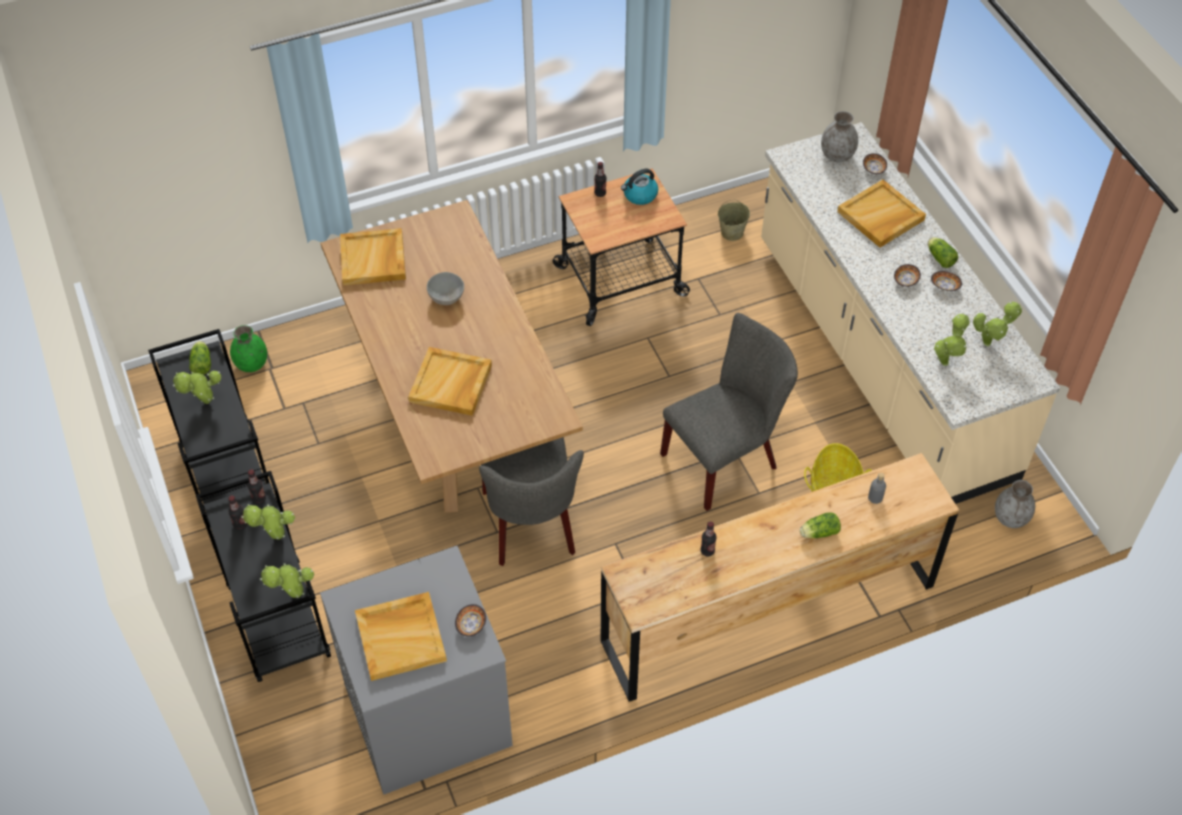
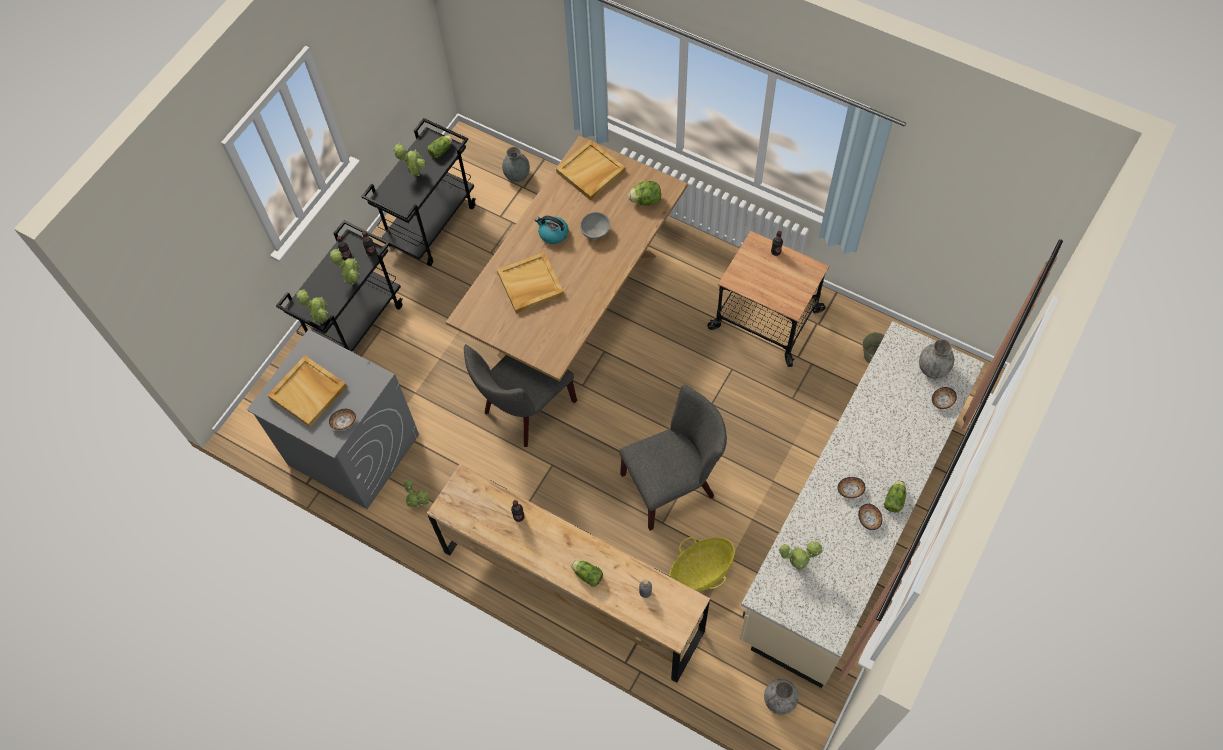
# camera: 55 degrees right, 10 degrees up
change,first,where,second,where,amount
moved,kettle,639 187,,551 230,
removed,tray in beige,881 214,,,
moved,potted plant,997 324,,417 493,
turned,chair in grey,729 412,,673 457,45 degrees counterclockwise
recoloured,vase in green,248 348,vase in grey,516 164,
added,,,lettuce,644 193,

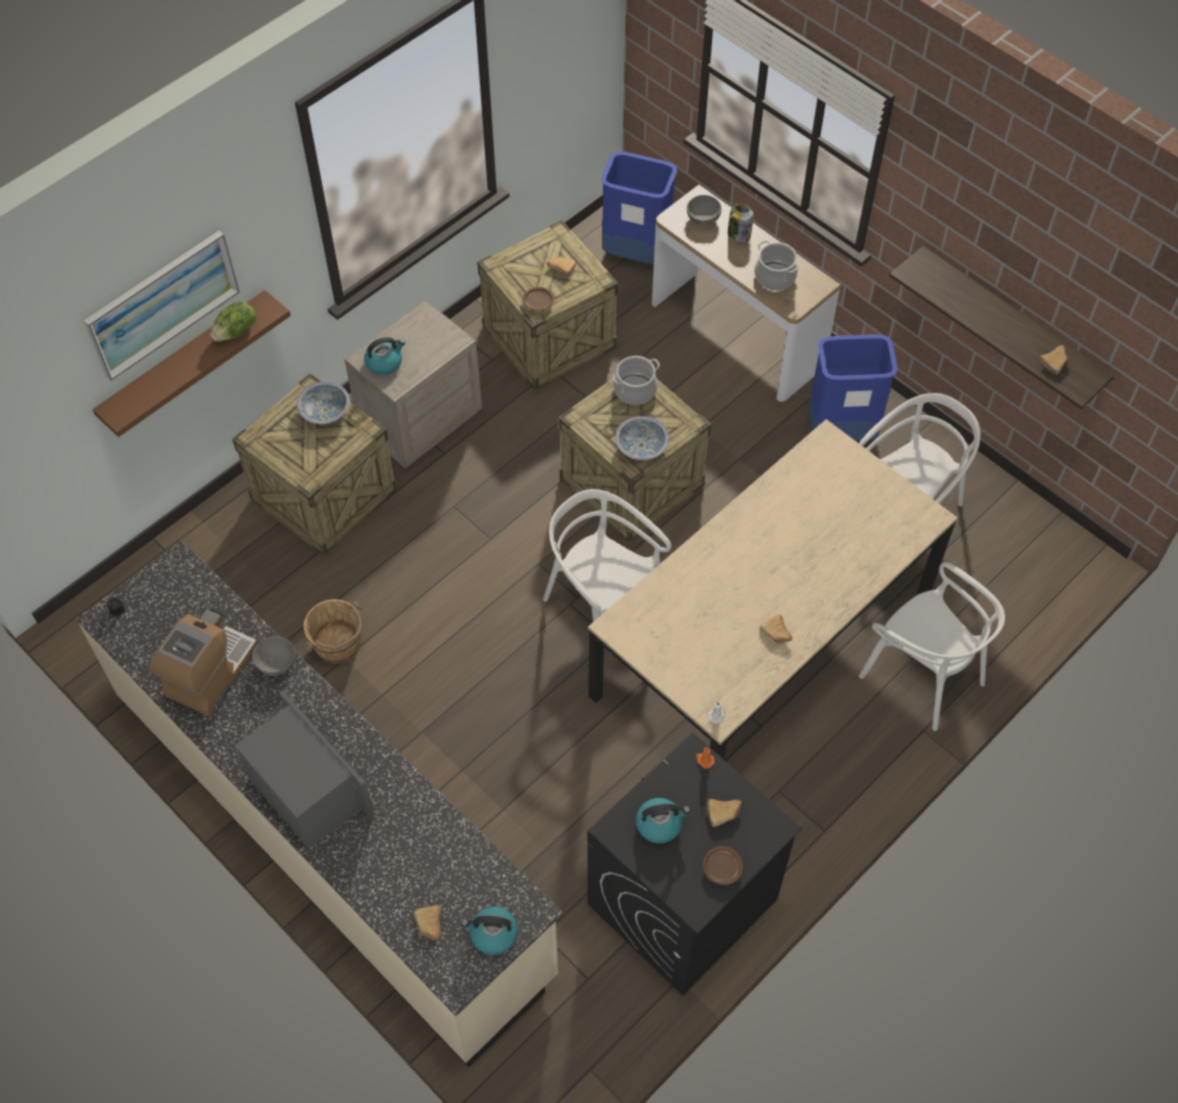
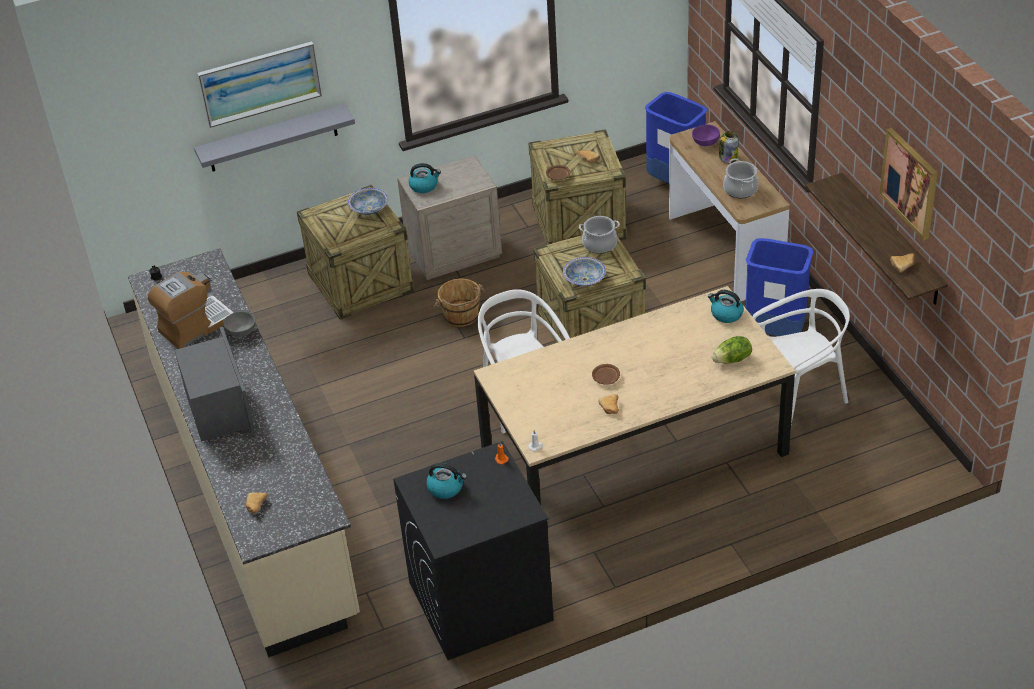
# camera: 25 degrees right, 15 degrees down
change,first,where,second,where,amount
recoloured,bowl in grey,704 210,bowl in purple,706 135,
recoloured,shelf in brown,191 363,shelf in grey,274 138,
moved,lettuce,233 321,,732 350,
removed,chair in white,932 646,,,
moved,bucket in brown,332 631,,459 302,
removed,bread,724 813,,,
moved,plate in brown,723 865,,606 374,
moved,kettle,490 931,,726 306,
added,,,picture,908 184,

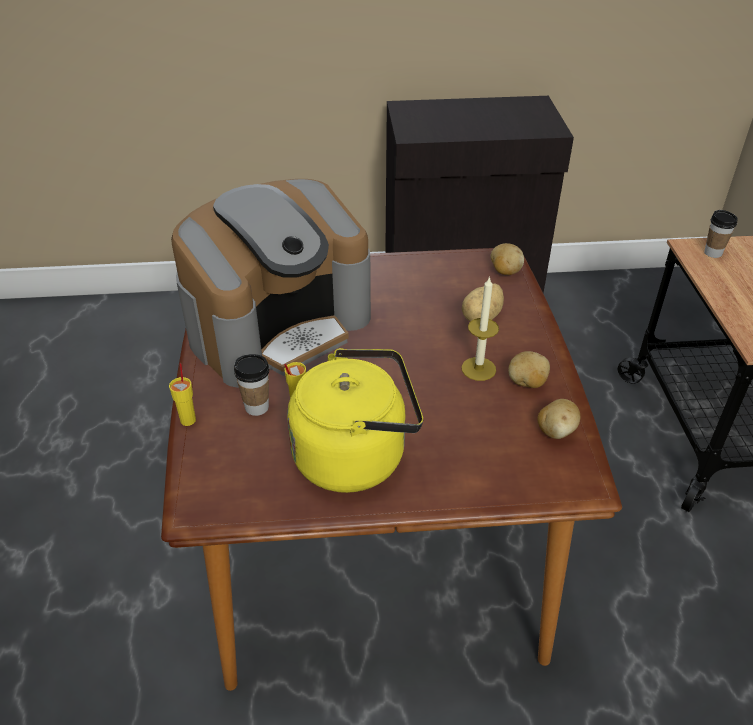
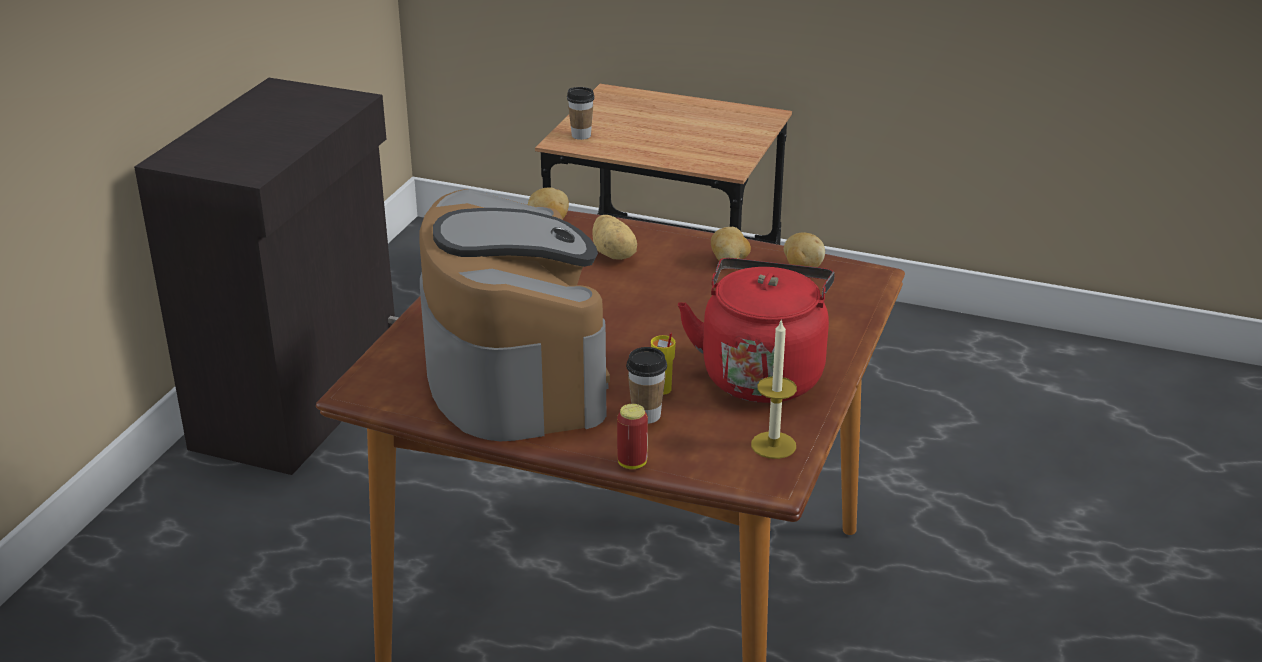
# camera: 65 degrees left, 10 degrees down
change,first,where,second,where,amount
moved,candle,480 328,,774 389,
recoloured,kettle in yellow,355 420,kettle in red,756 330,
replaced,cup in yellow,182 394,can,632 436,

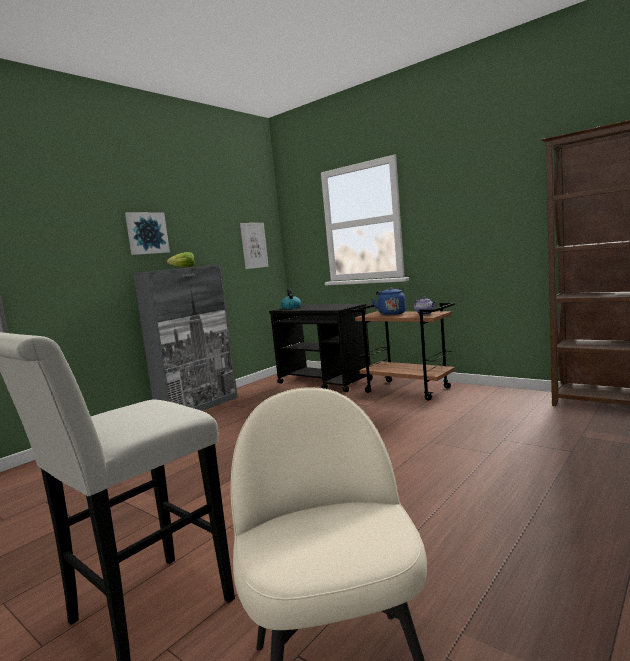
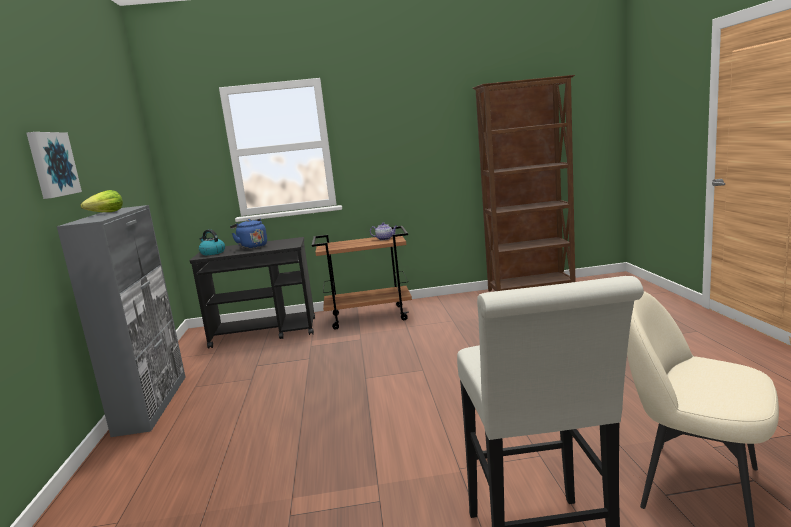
# camera: 45 degrees left, 5 degrees up
change,first,where,second,where,amount
removed,picture,254 246,,,
moved,kettle in blue,388 301,,248 234,

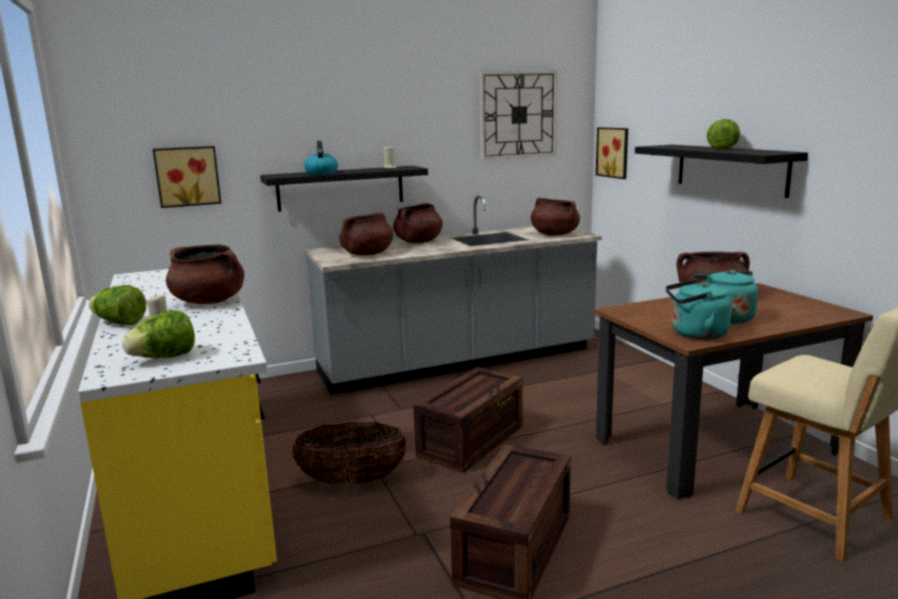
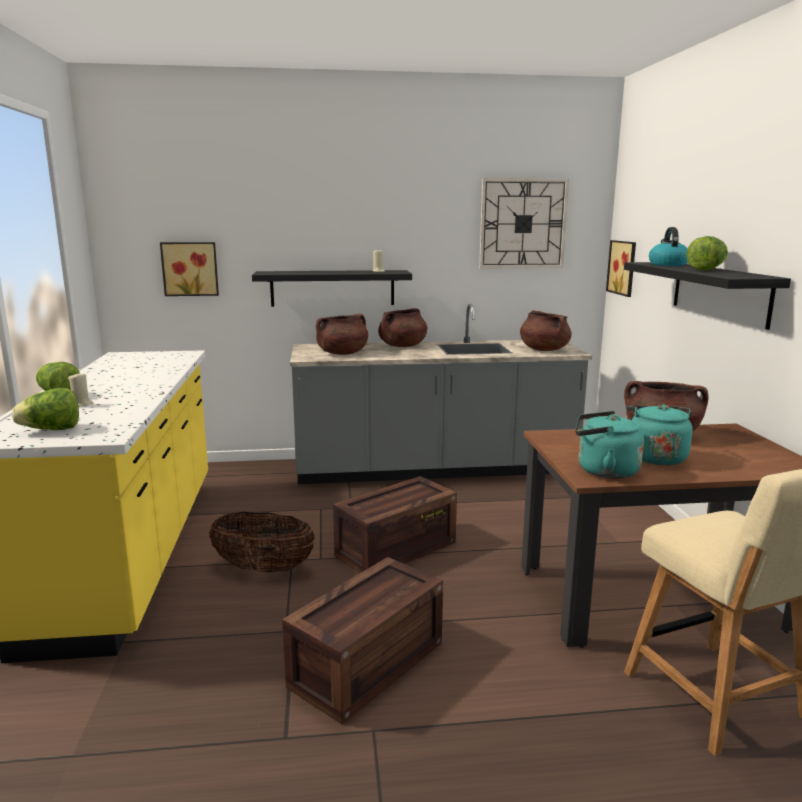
# camera: 15 degrees right, 0 degrees up
change,first,where,second,where,amount
moved,kettle,321 157,,668 246,
removed,cooking pot in brown,205 274,,,

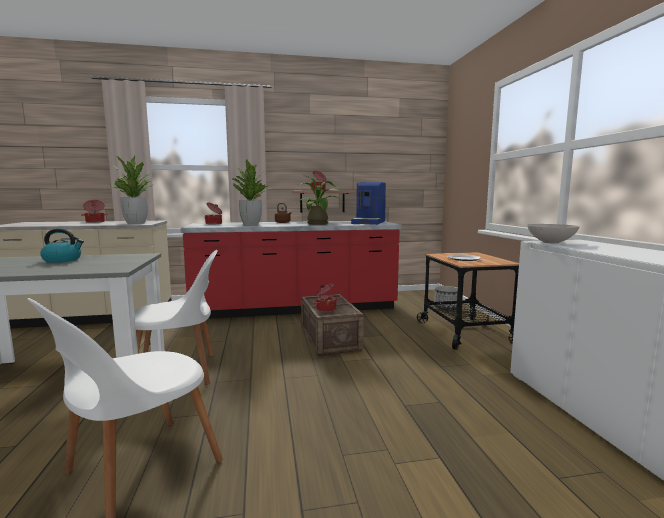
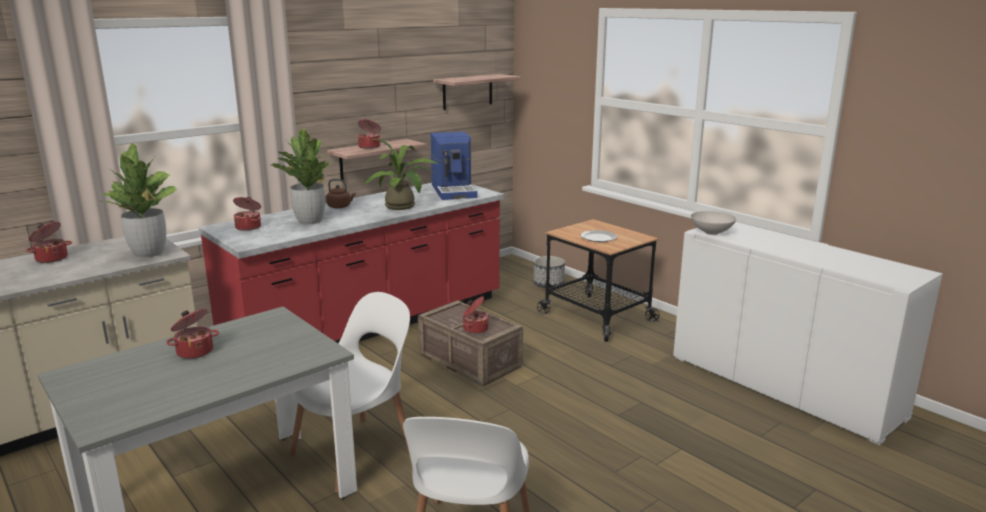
# camera: 30 degrees left, 10 degrees up
change,first,where,second,where,amount
replaced,kettle,62 246,cooking pot,192 334,
added,,,shelf,477 92,

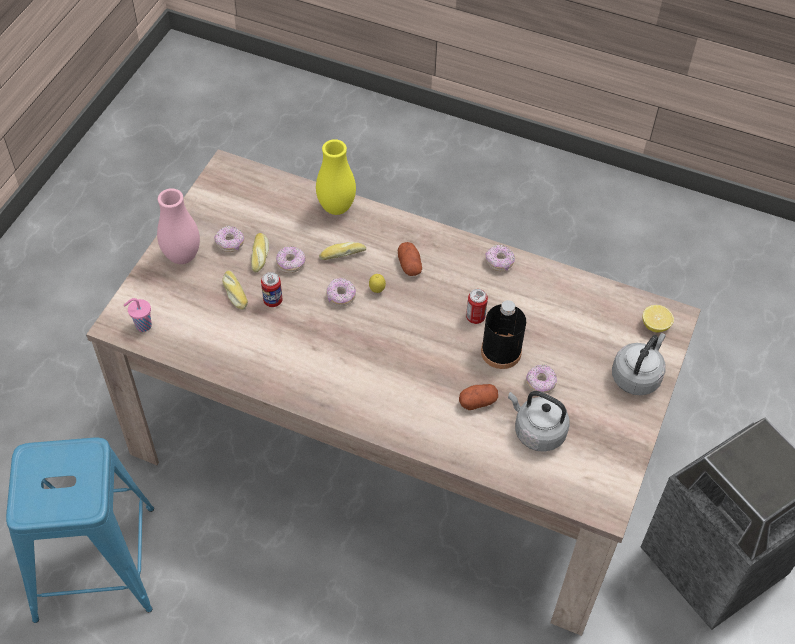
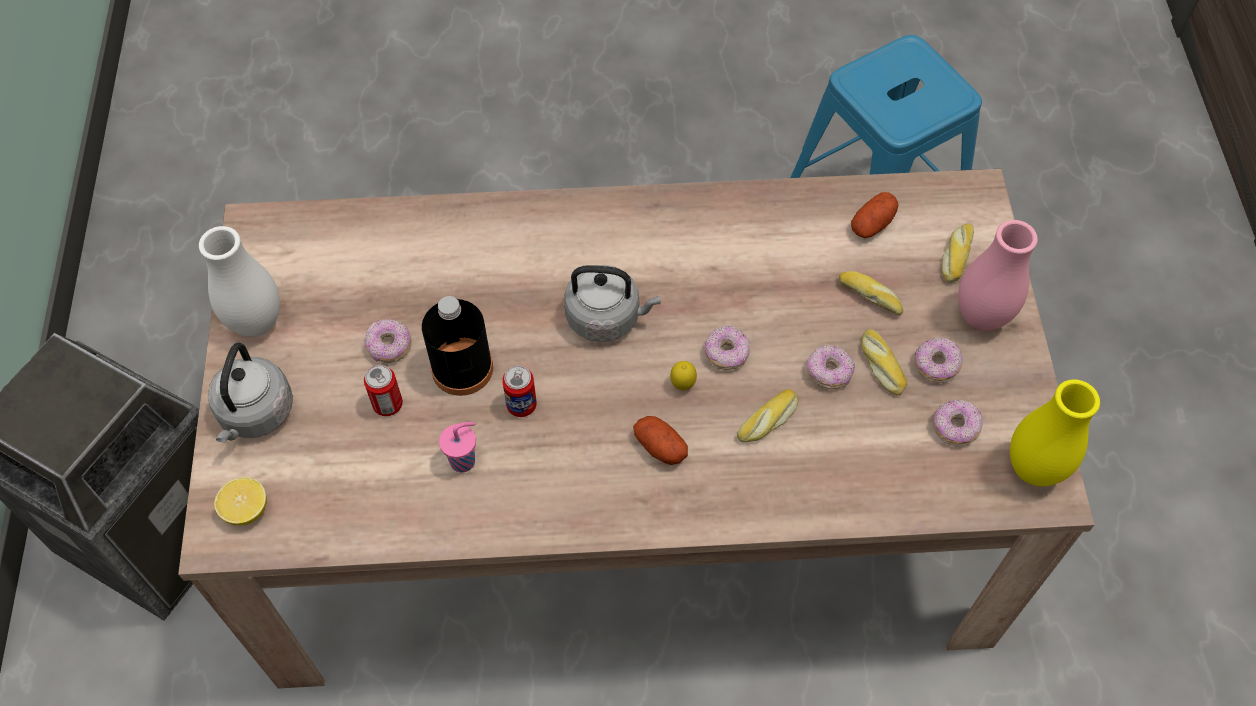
# camera: 155 degrees right, 5 degrees up
change,first,where,second,where,amount
moved,vase in yellow,336 177,,1055 433,
moved,donut,500 258,,958 423,
moved,can,271 289,,383 390,
moved,cup in pink,138 315,,457 447,
moved,potato,478 397,,874 215,
moved,kettle in grey,539 421,,612 303,
added,,,bread,957 253,
added,,,vase in white,239 281,

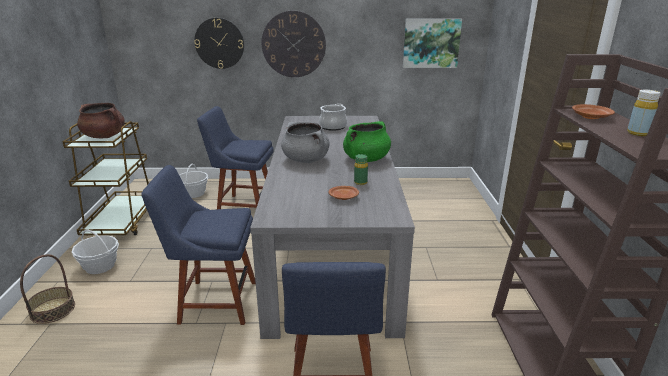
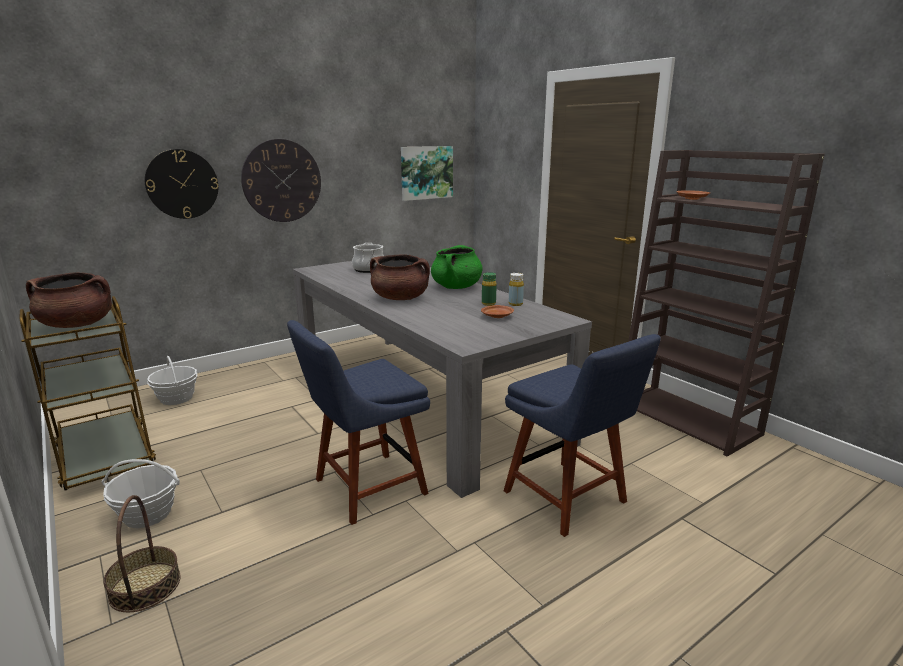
# camera: 35 degrees left, 5 degrees down
change,first,where,second,where,amount
moved,bottle in yellow,644 113,,516 289,
removed,chair in blue,235 157,,,
recoloured,cooking pot in grey,305 142,cooking pot in brown,400 277,

